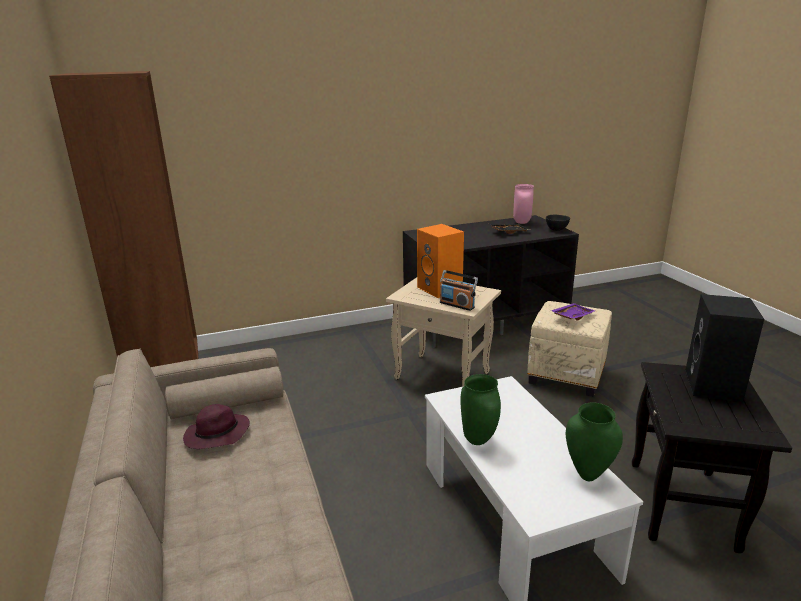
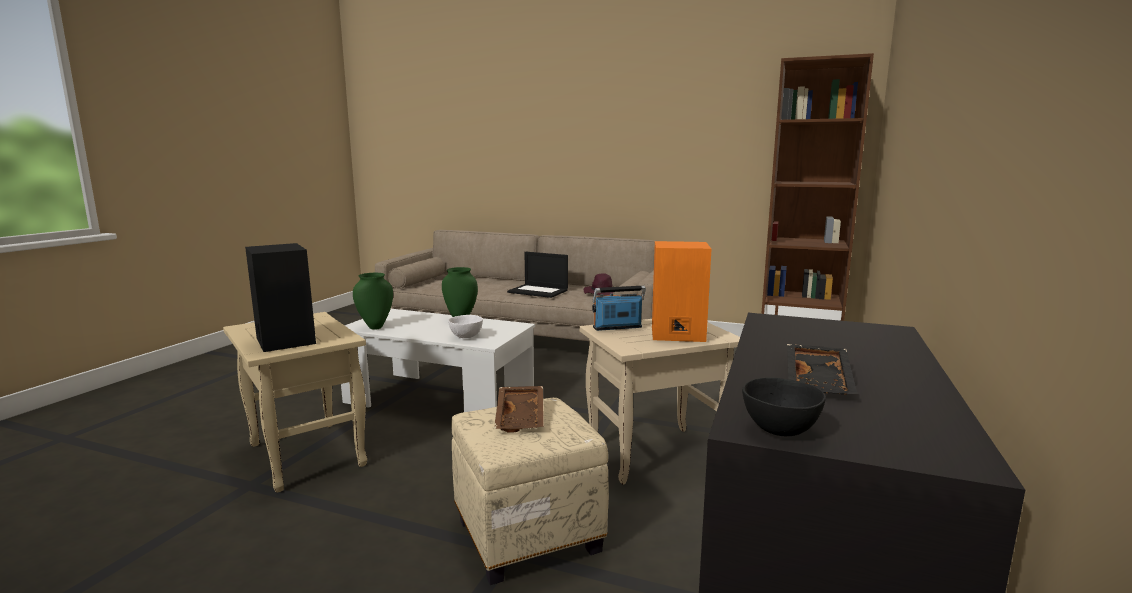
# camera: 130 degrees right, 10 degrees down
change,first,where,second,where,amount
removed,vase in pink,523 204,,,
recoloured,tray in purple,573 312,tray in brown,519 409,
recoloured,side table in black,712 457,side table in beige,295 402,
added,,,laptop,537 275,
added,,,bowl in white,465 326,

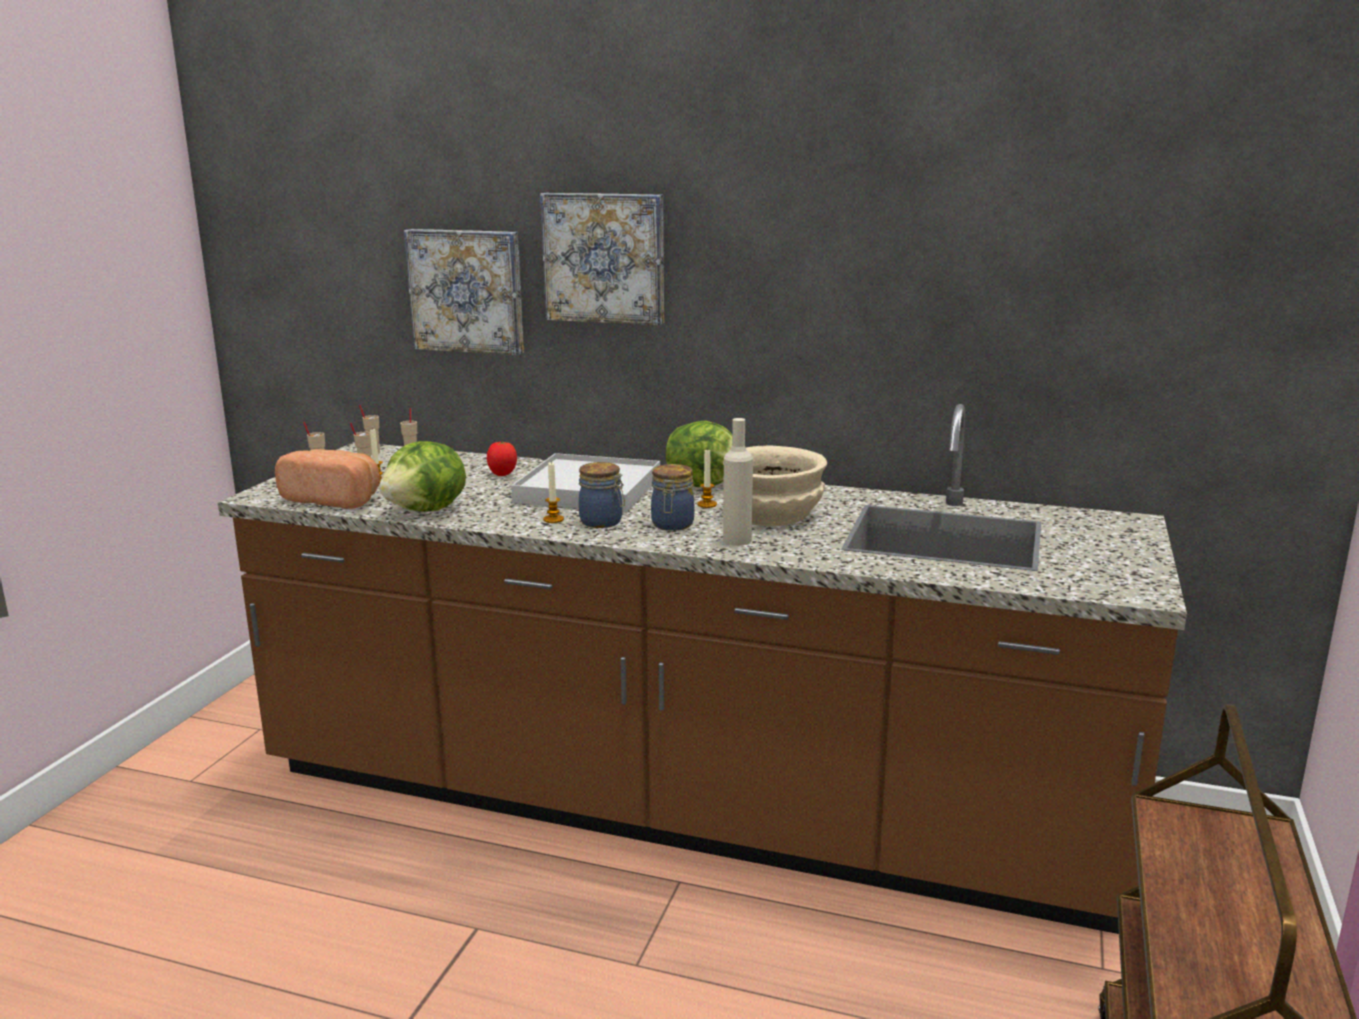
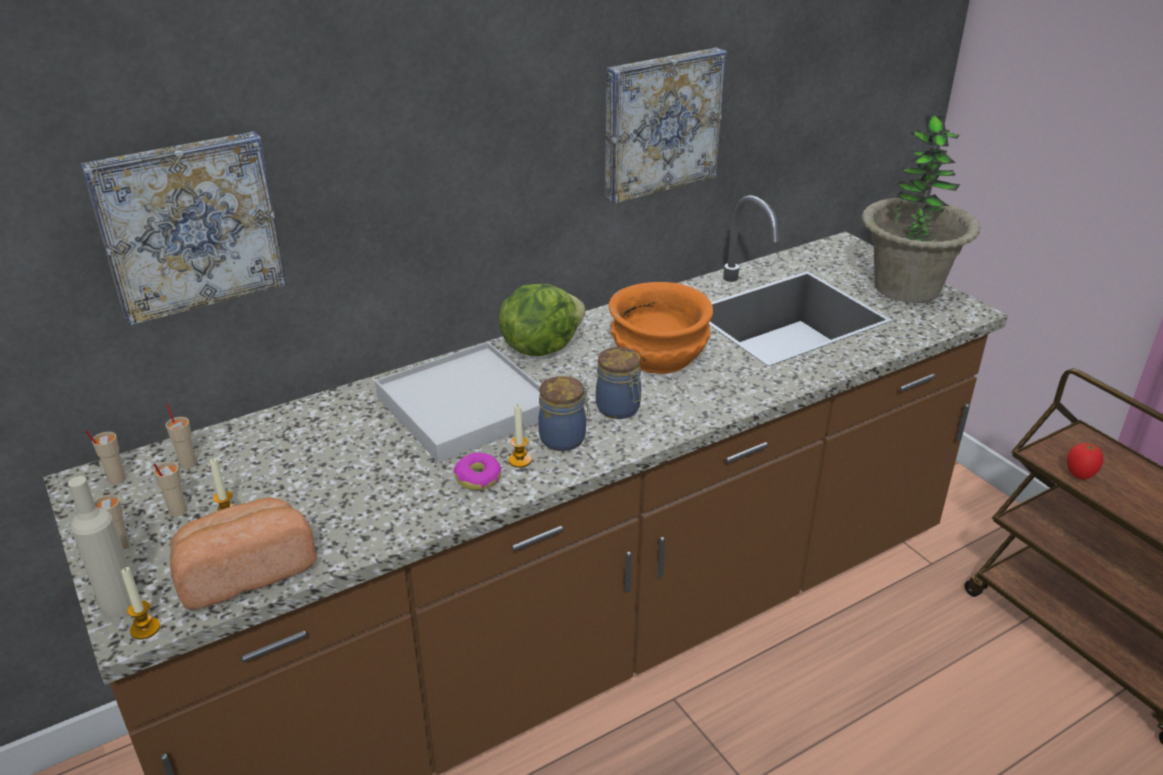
# camera: 50 degrees left, 15 degrees up
change,first,where,second,where,amount
moved,picture,602 259,,665 125,
moved,bottle in beige,738 482,,99 547,
removed,lettuce,422 476,,,
moved,tomato,502 458,,1085 461,
recoloured,bowl in beige,775 486,bowl in orange,660 328,
moved,candle,707 478,,140 603,
added,,,potted plant,921 209,
added,,,donut,477 471,

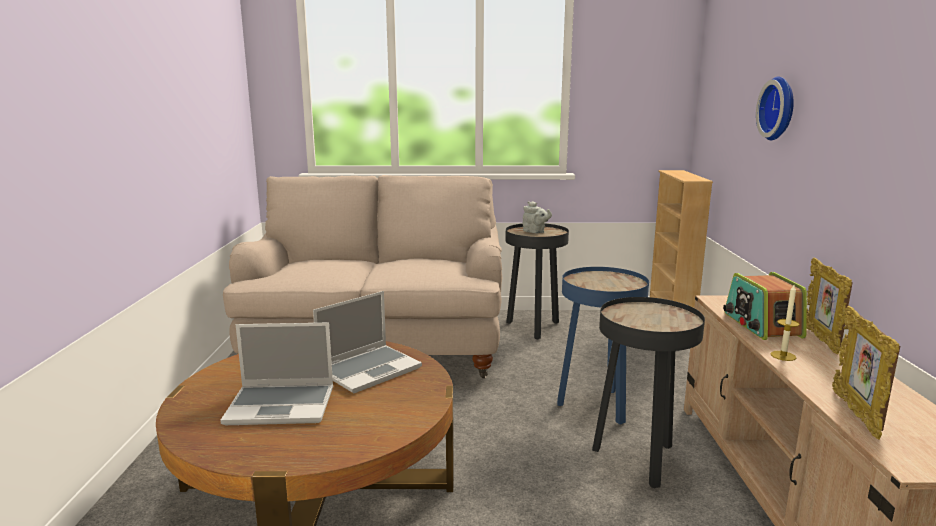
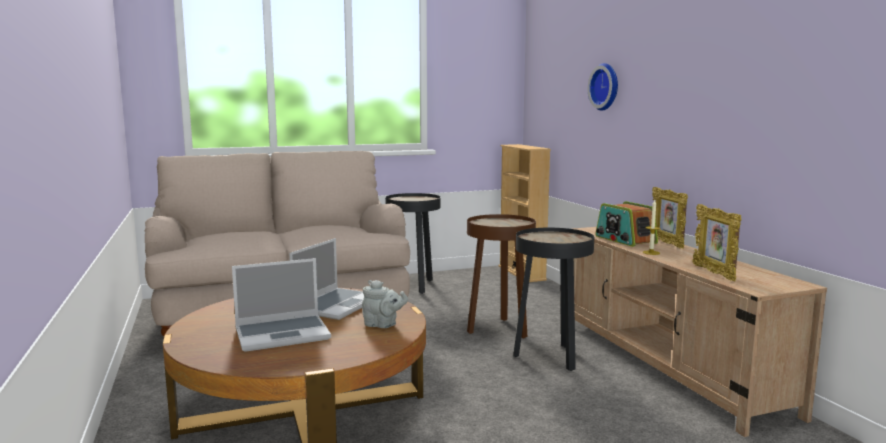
# camera: 20 degrees left, 5 degrees down
change,first,where,second,where,amount
moved,teapot in grey,537 217,,385 304,
recoloured,side table in blue,603 345,side table in brown,501 276,

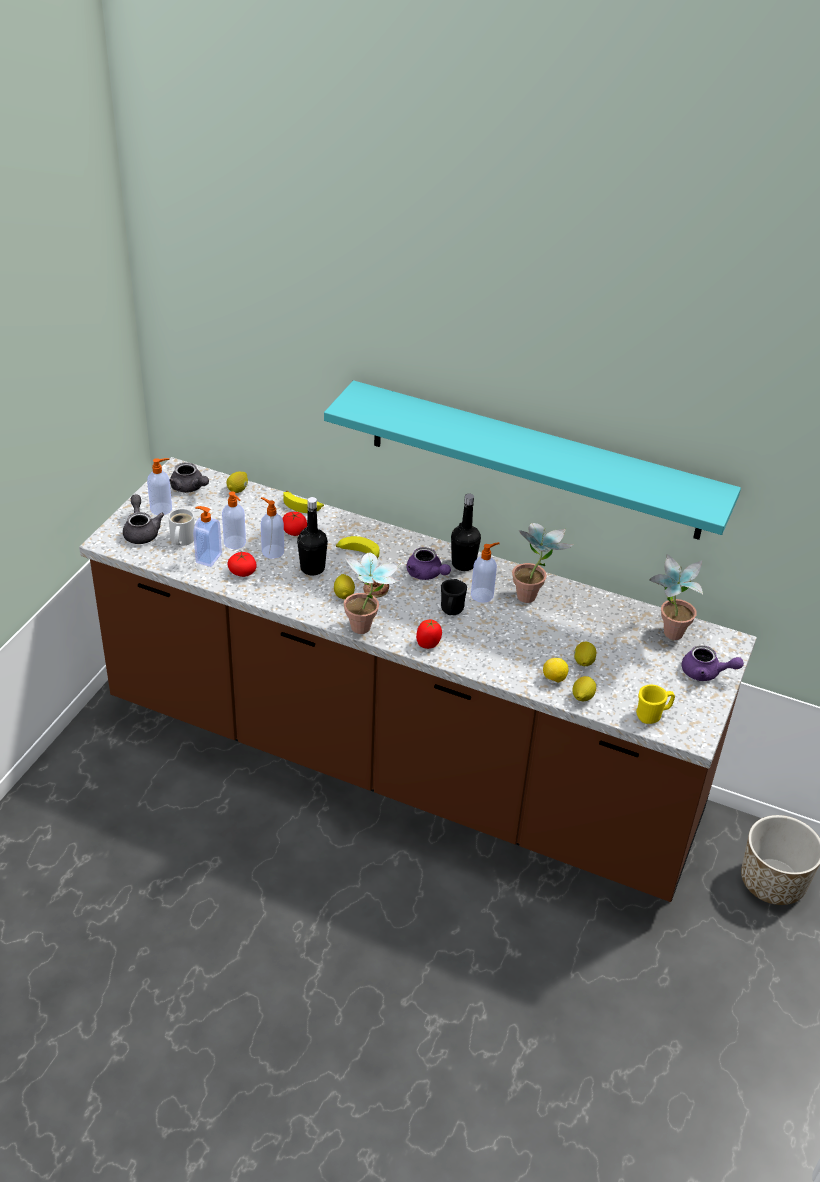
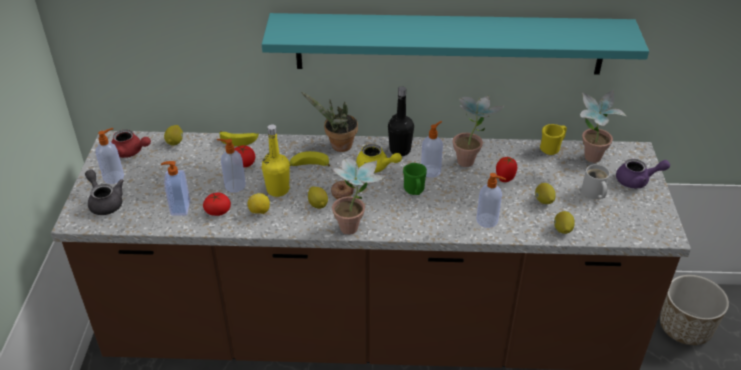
# camera: 20 degrees left, 0 degrees up
change,first,where,second,where,amount
recoloured,teapot in grey,189 477,teapot in red,131 144,
moved,soap dispenser,234 520,,491 200,
recoloured,bottle in black,312 536,bottle in yellow,276 160,
moved,mug in white,181 527,,595 181,
recoloured,teapot in purple,429 563,teapot in yellow,379 158,
recoloured,mug in black,454 597,mug in green,415 179,
moved,tomato,429 634,,506 169,
moved,lemon,556 670,,259 203,
moved,mug in yellow,655 704,,553 139,
added,,,potted plant,329 122,

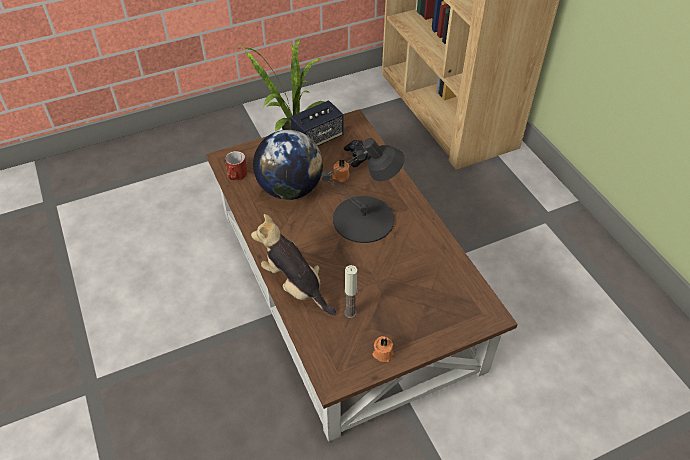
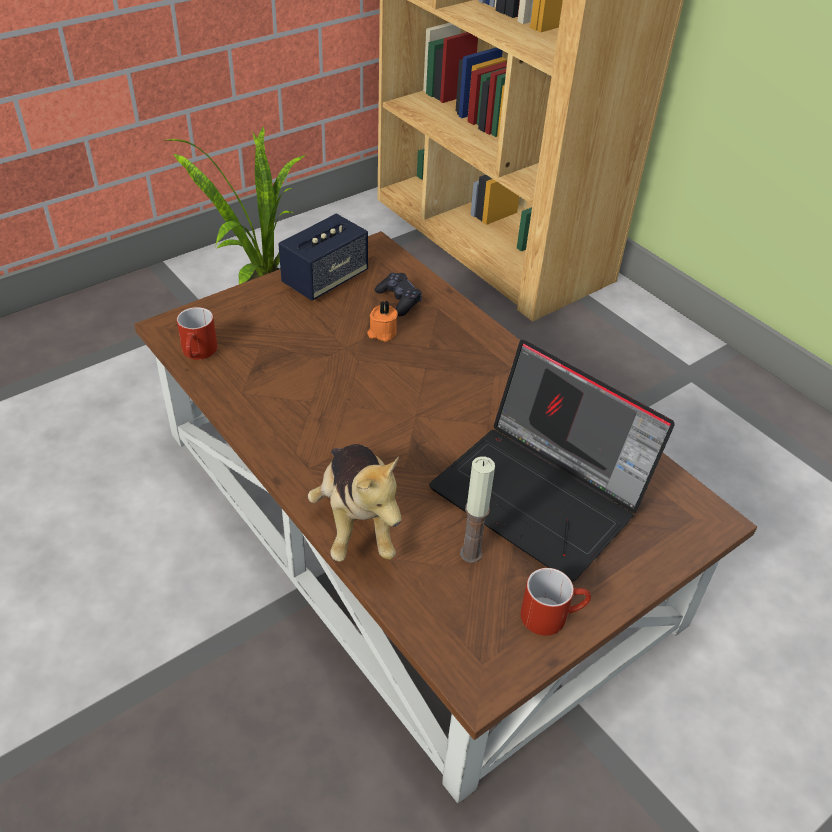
# camera: 15 degrees left, 5 degrees down
change,first,where,second,where,amount
removed,globe,288 165,,,
removed,table lamp in black,363 190,,,
turned,plush toy,293 264,,355 503,135 degrees counterclockwise
replaced,candle in orange,383 349,mug in red,556 602,
added,,,laptop,552 461,

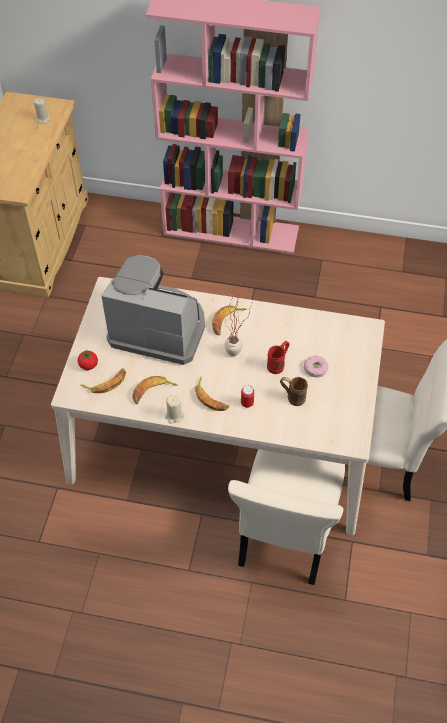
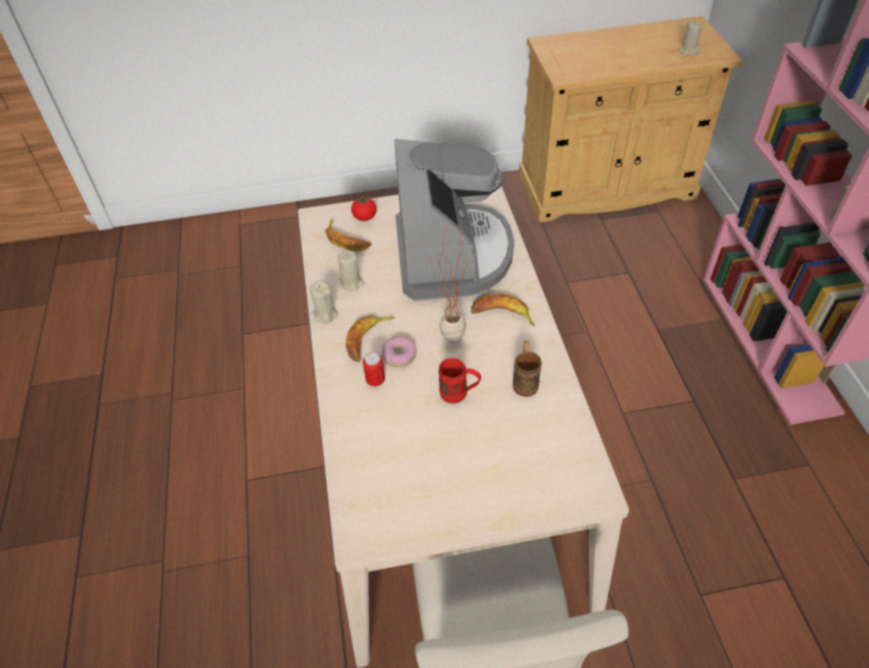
# camera: 70 degrees right, 5 degrees down
change,first,where,second,where,amount
moved,donut,316 366,,399 351,
replaced,banana,155 390,candle in beige,351 270,
moved,mug in brown,294 391,,527 369,
removed,chair in beige,286 517,,,

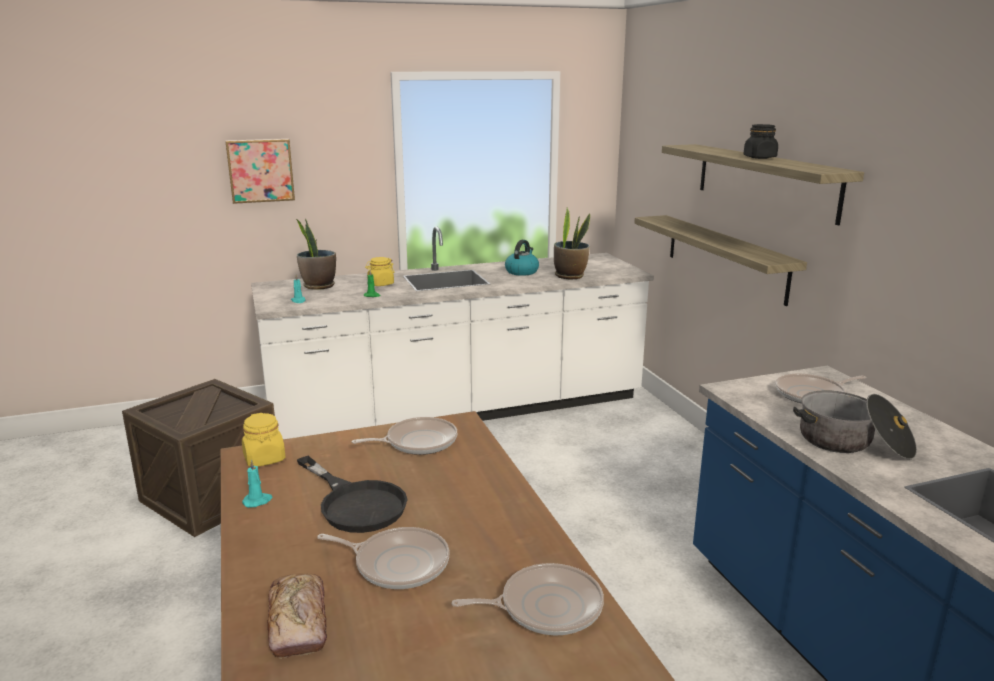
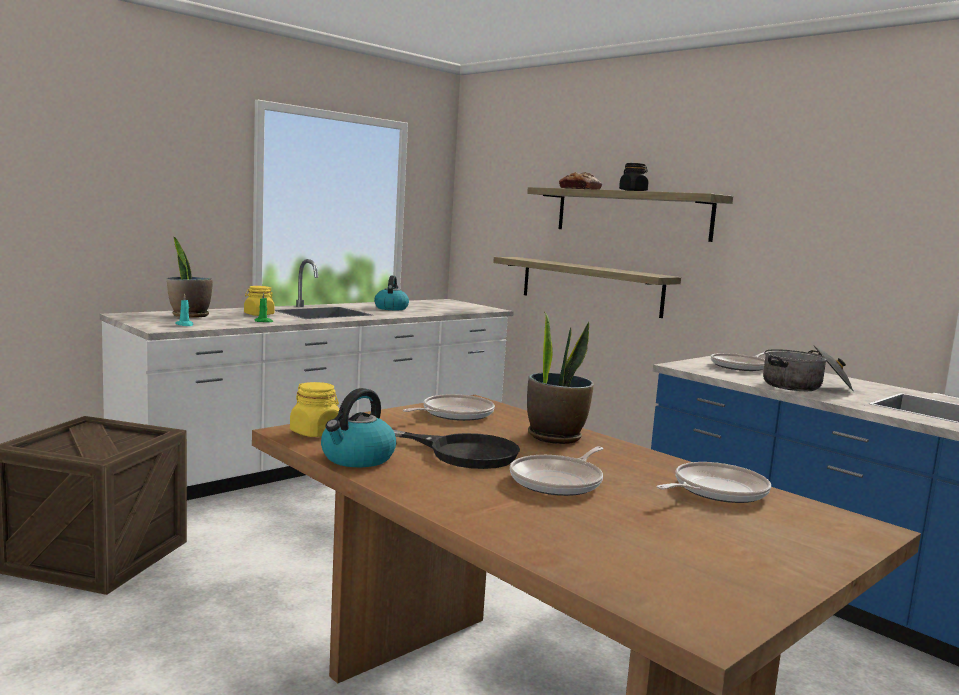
# camera: 25 degrees left, 10 degrees down
change,first,where,second,where,amount
removed,picture,260 171,,,
moved,potted plant,572 243,,560 377,
replaced,candle in turquoise,257 483,kettle,358 427,
turned,frying pan,383 558,,556 471,135 degrees clockwise
moved,bread,297 616,,580 181,

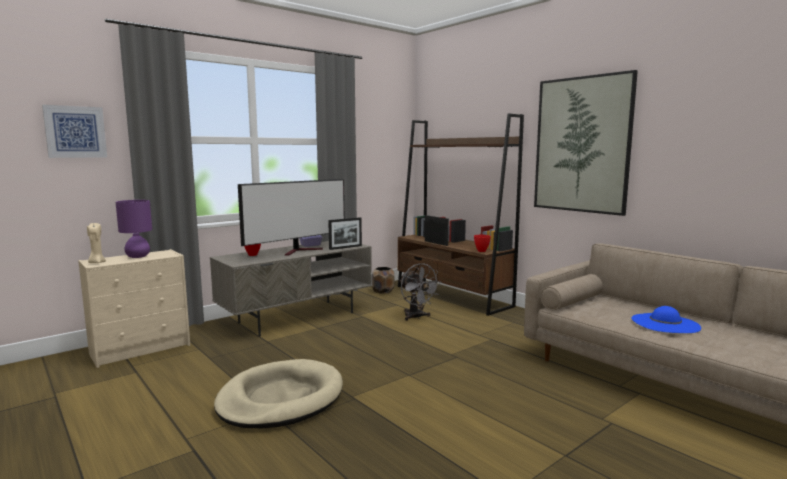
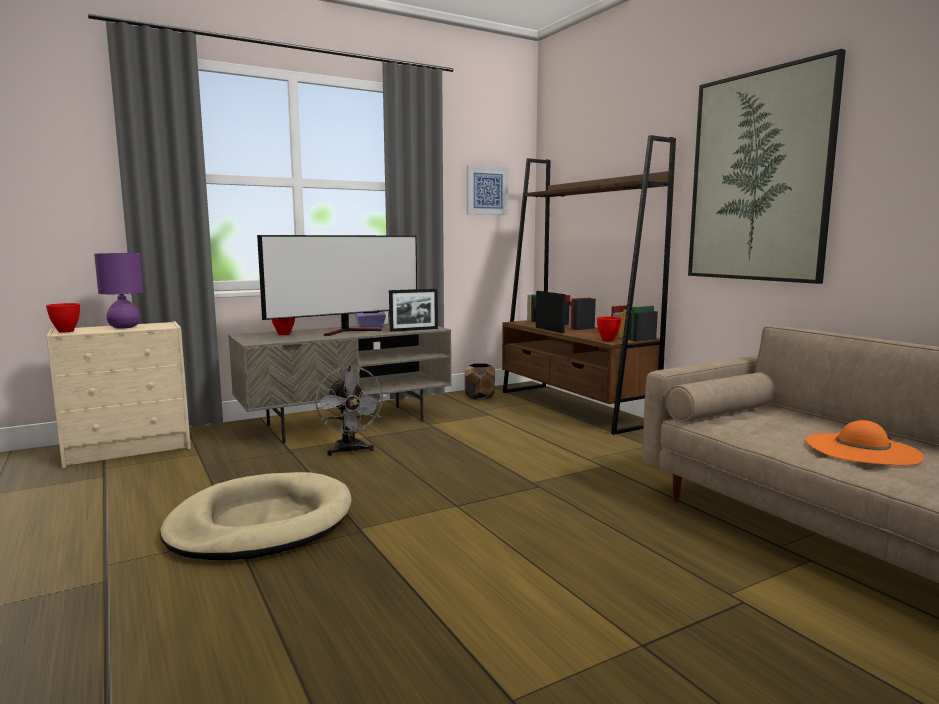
# camera: 10 degrees right, 0 degrees up
change,first,where,second,where,amount
moved,picture,74 131,,487 190,
replaced,candle in beige,96 242,bowl in red,63 318,
moved,fan in grey,420 292,,350 411,
recoloured,hat in blue,666 319,hat in orange,864 442,

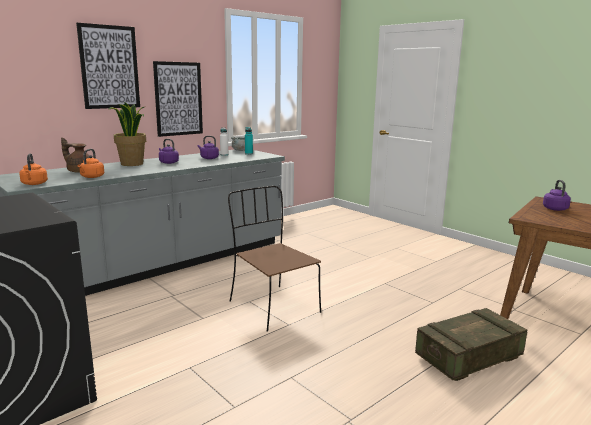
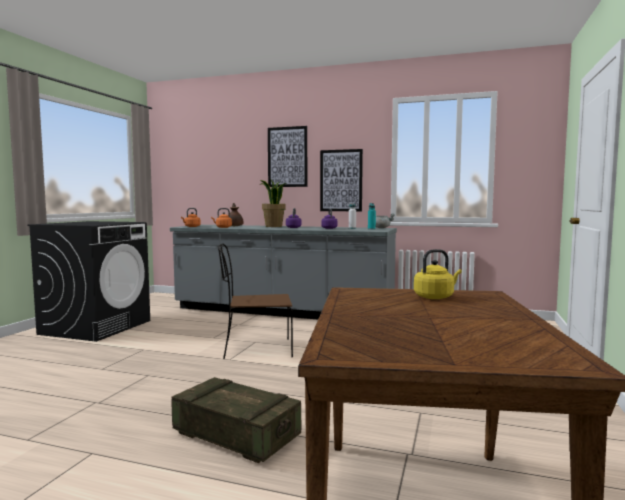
# camera: 60 degrees right, 10 degrees down
change,first,where,second,where,amount
recoloured,kettle in purple,557 195,kettle in yellow,438 274,
turned,chair in brown,274 259,,255 301,120 degrees counterclockwise

